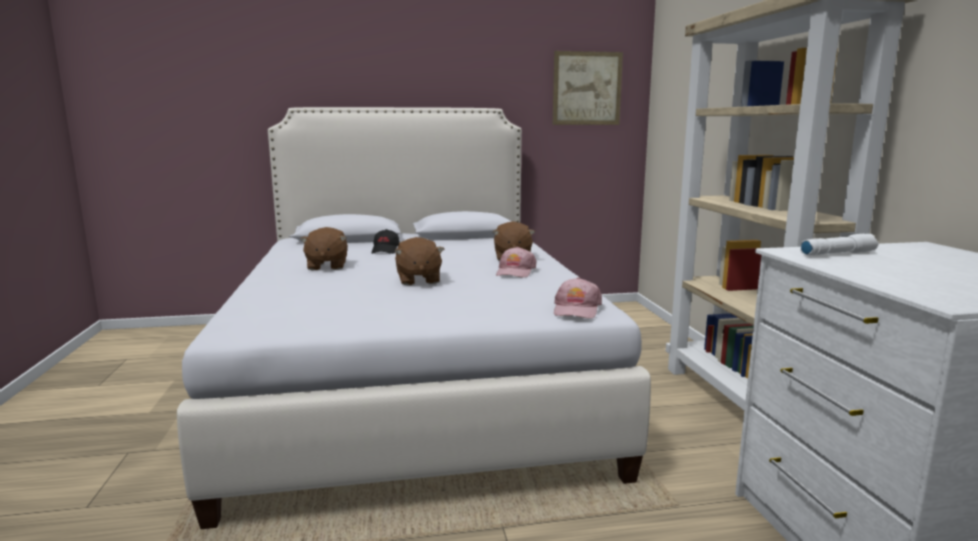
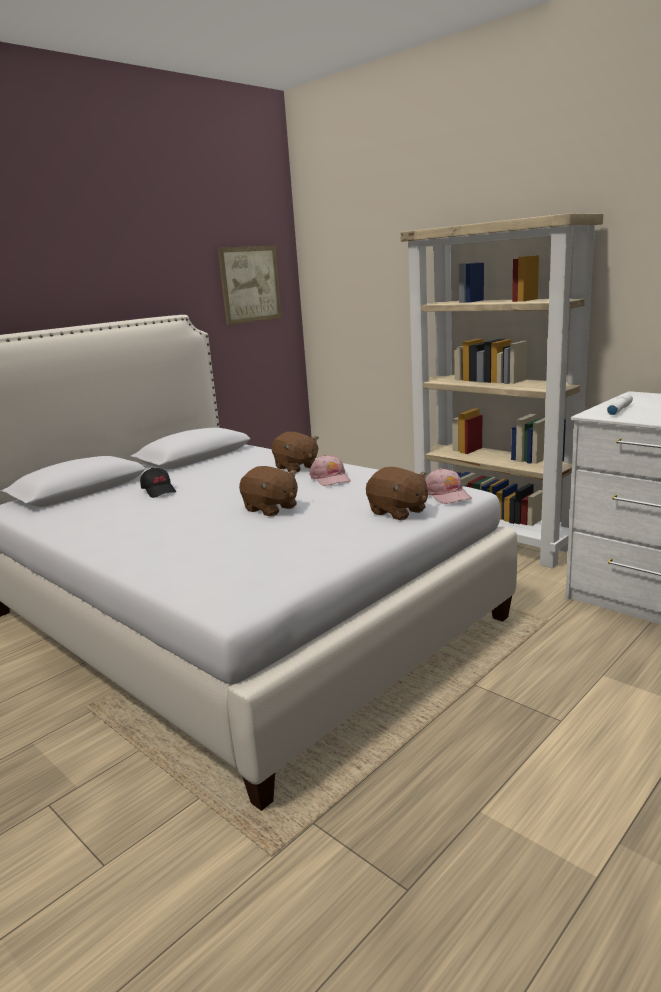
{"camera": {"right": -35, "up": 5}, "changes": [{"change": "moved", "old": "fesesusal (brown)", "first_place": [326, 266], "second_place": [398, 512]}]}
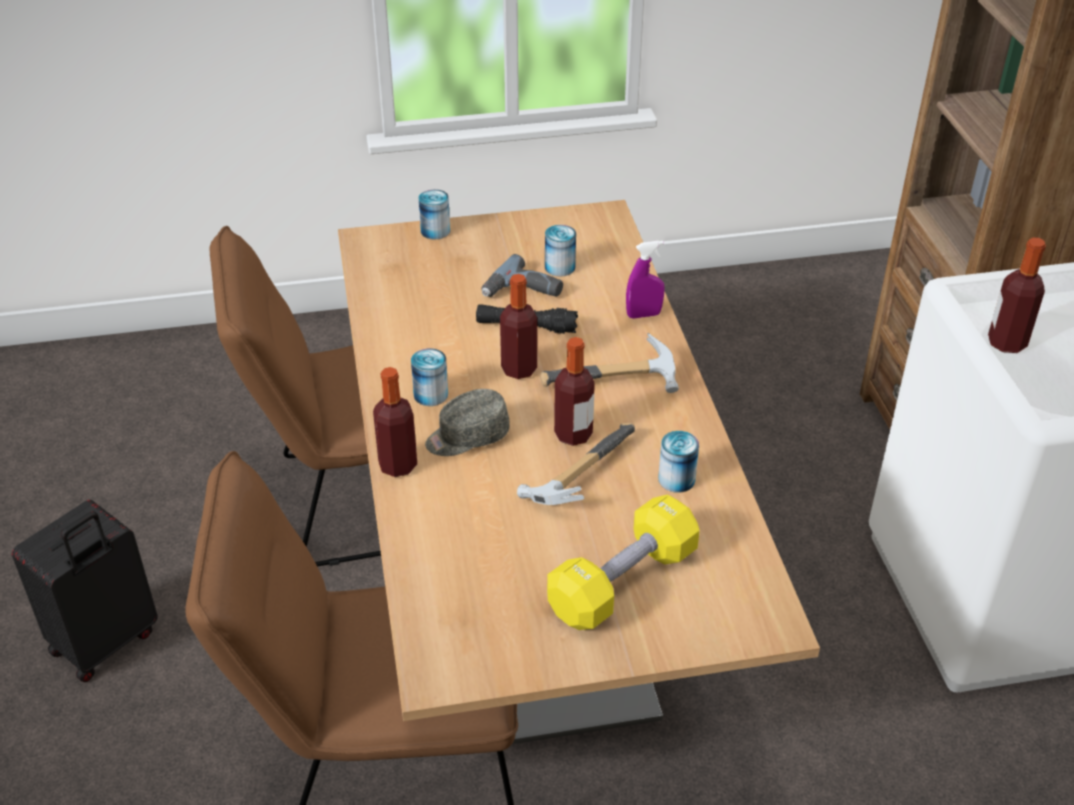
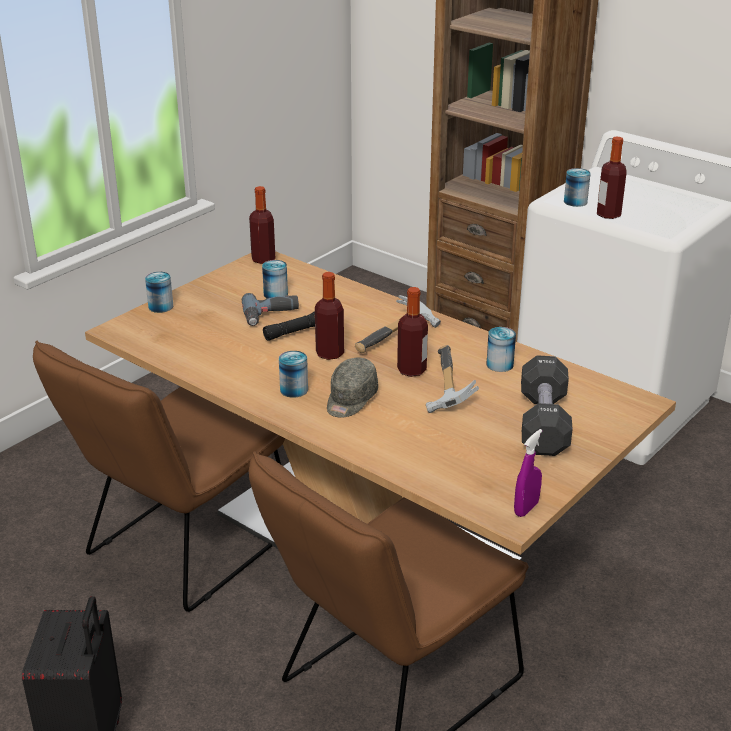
{"camera": {"right": -40, "up": -10}, "changes": [{"change": "moved", "old": "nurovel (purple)", "first_place": [643, 315], "second_place": [526, 509]}, {"change": "moved", "old": "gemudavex", "first_place": [398, 465], "second_place": [263, 259]}, {"change": "recoloured", "old": "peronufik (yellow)", "new": "peronufik (black)", "first_place": [622, 582], "second_place": [543, 423]}, {"change": "added", "new": "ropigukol", "second_place": [575, 202]}]}
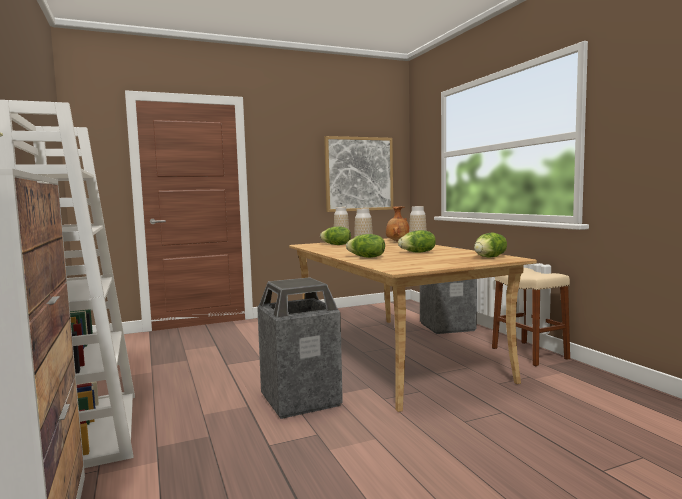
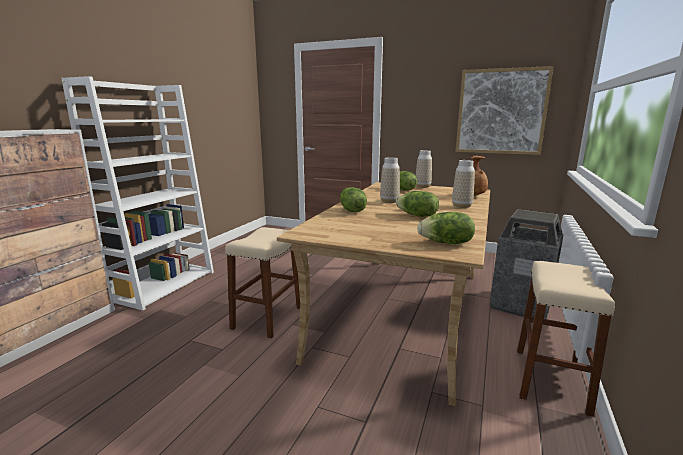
{"camera": {"right": 45, "up": 10}, "changes": [{"change": "replaced", "old": "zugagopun", "new": "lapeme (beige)", "first_place": [300, 400], "second_place": [267, 317]}]}
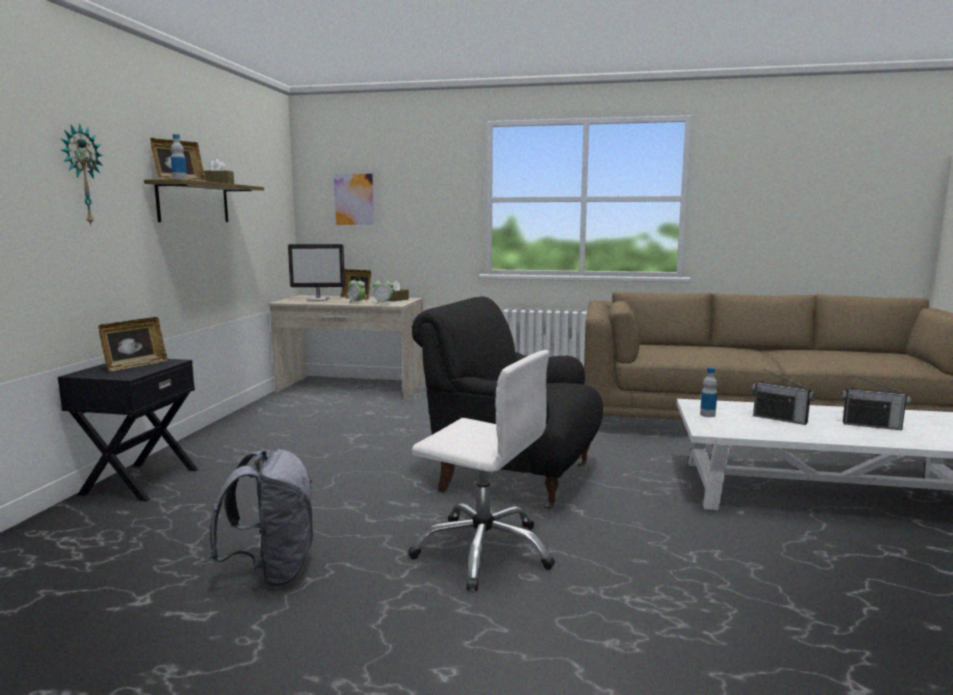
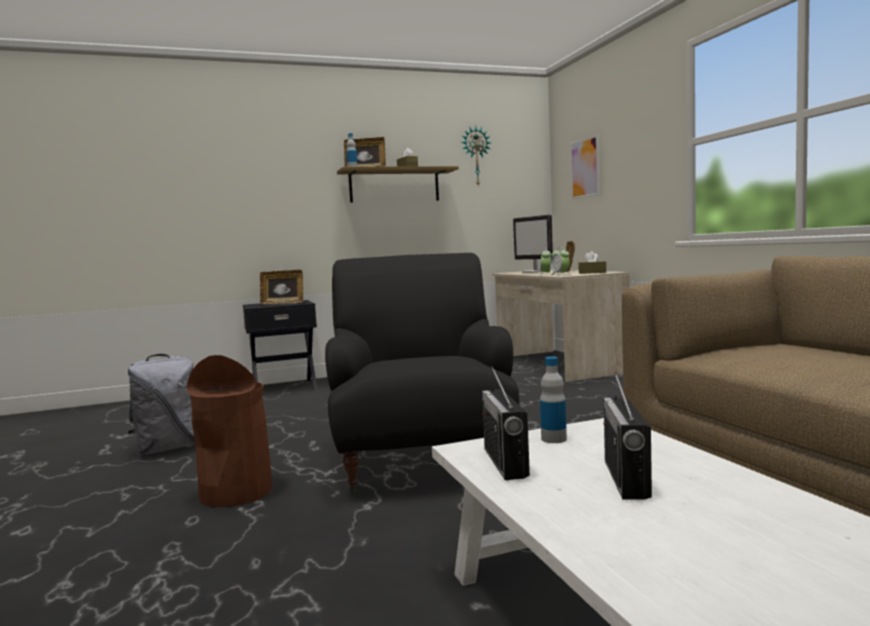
{"camera": {"right": 60, "up": -5}, "changes": [{"change": "moved", "old": "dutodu", "first_place": [81, 175], "second_place": [475, 156]}, {"change": "replaced", "old": "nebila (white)", "new": "zugagopun (brown)", "first_place": [484, 551], "second_place": [236, 492]}, {"change": "moved", "old": "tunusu", "first_place": [871, 425], "second_place": [505, 462]}]}
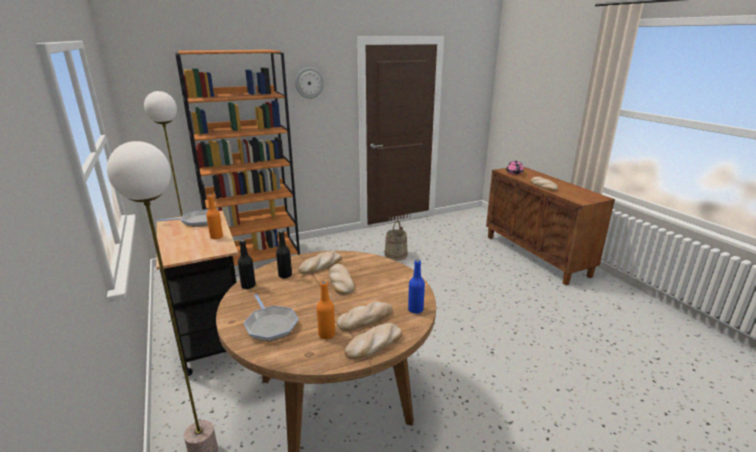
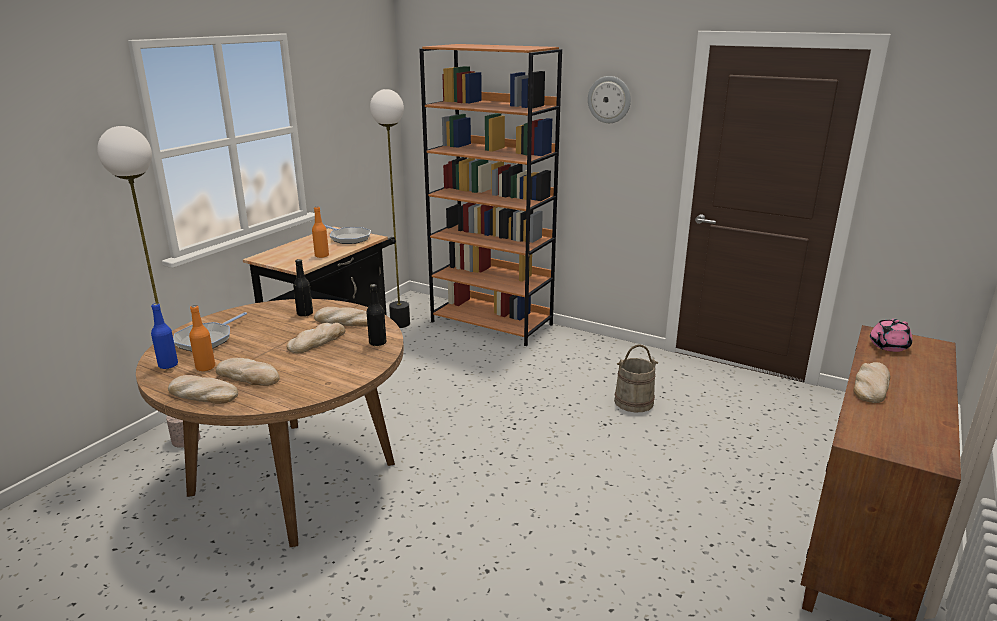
{"camera": {"right": 55, "up": 0}, "changes": [{"change": "moved", "old": "gemudavex (black)", "first_place": [248, 286], "second_place": [377, 343]}, {"change": "moved", "old": "gemudavex (blue)", "first_place": [415, 309], "second_place": [168, 365]}]}
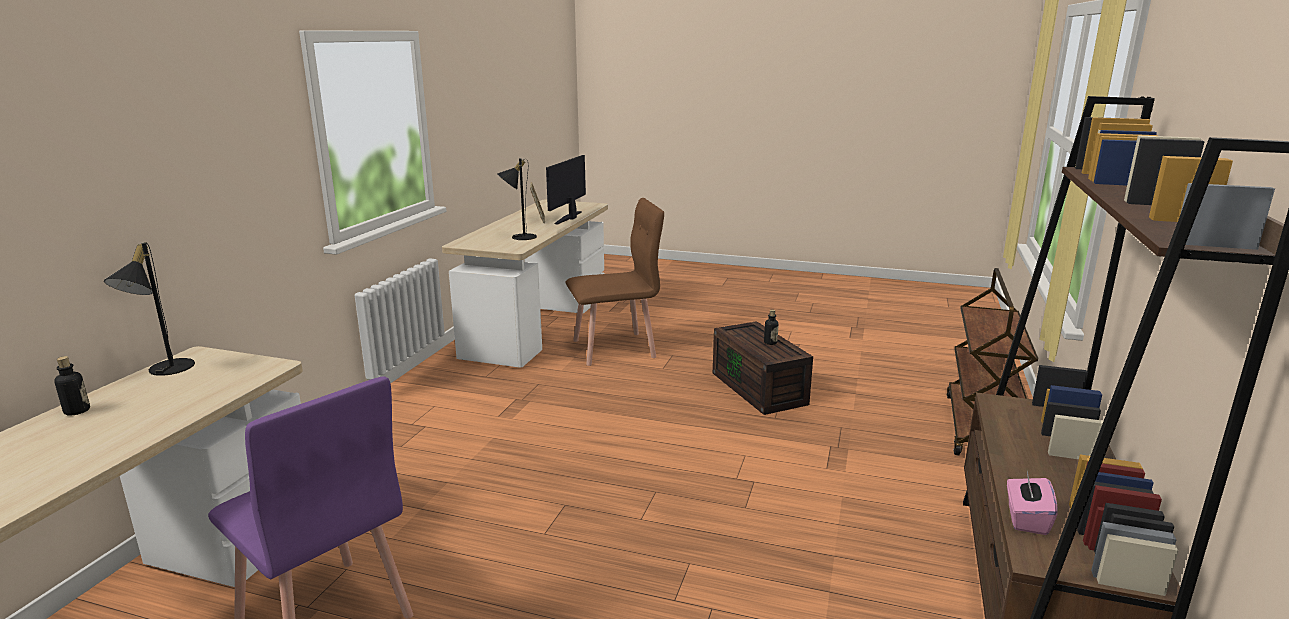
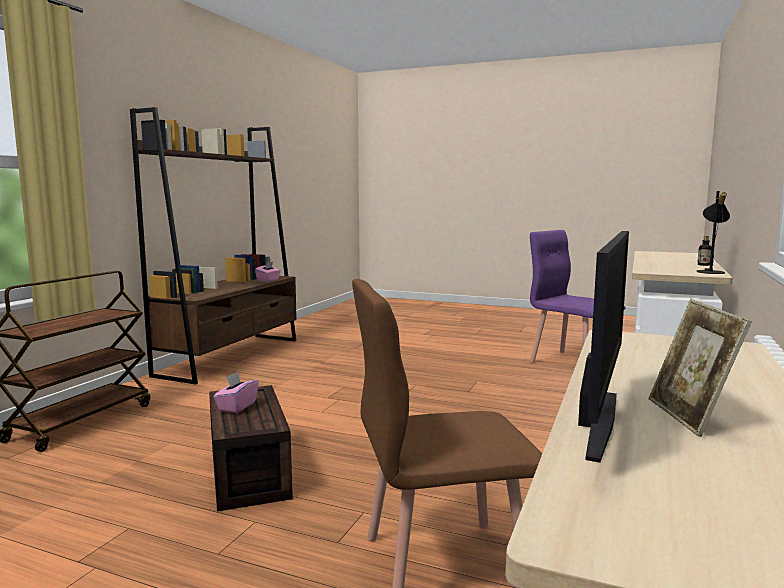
{"camera": {"right": -175, "up": -10}, "changes": [{"change": "removed", "old": "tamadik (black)", "first_place": [519, 237]}, {"change": "replaced", "old": "gemudavex", "new": "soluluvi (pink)", "first_place": [770, 342], "second_place": [237, 406]}]}
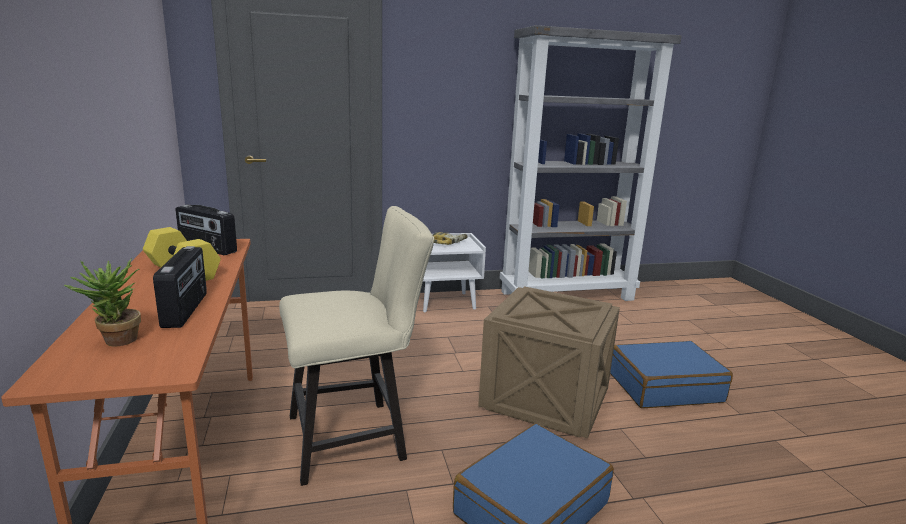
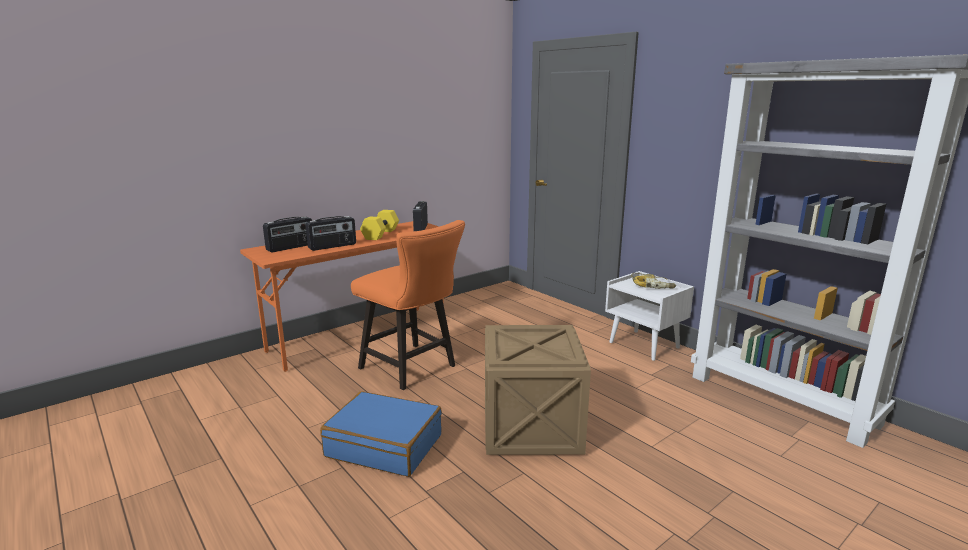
{"camera": {"right": 65, "up": 0}, "changes": [{"change": "recoloured", "old": "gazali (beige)", "new": "gazali (orange)", "first_place": [356, 437], "second_place": [413, 369]}, {"change": "replaced", "old": "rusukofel", "new": "tunusu", "first_place": [115, 342], "second_place": [291, 247]}, {"change": "removed", "old": "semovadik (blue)", "first_place": [664, 387]}]}
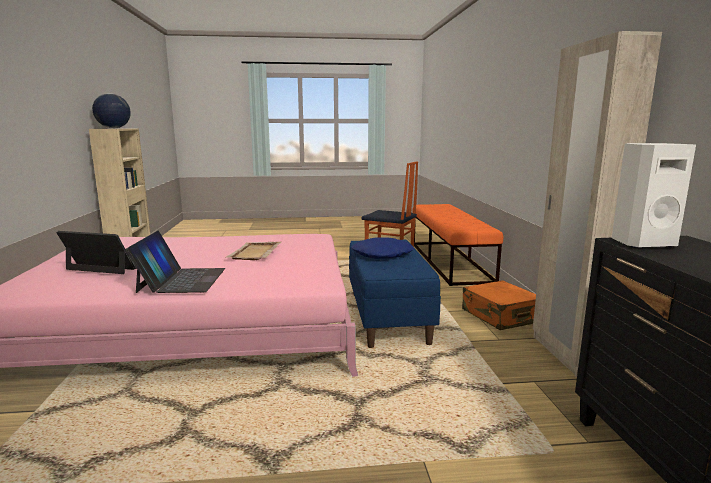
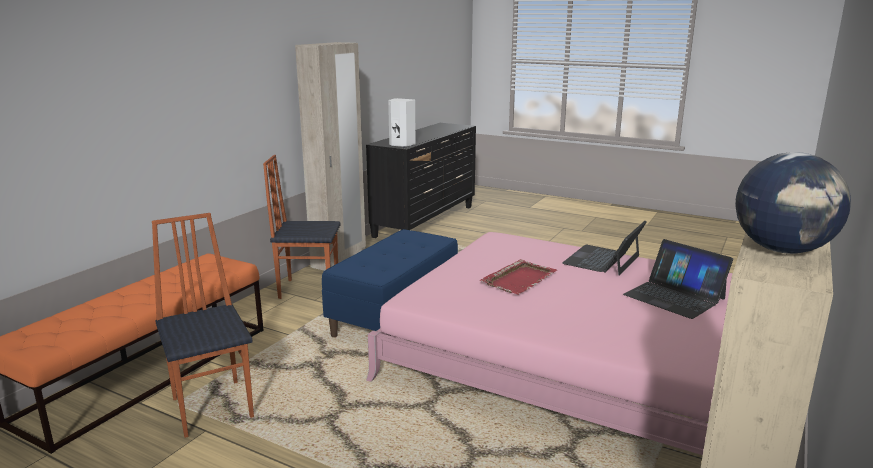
{"camera": {"right": -145, "up": 5}, "changes": [{"change": "removed", "old": "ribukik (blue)", "first_place": [382, 254]}, {"change": "recoloured", "old": "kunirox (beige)", "new": "kunirox (red)", "first_place": [254, 253], "second_place": [519, 279]}, {"change": "replaced", "old": "semovadik (orange)", "new": "gazali", "first_place": [500, 316], "second_place": [308, 289]}]}
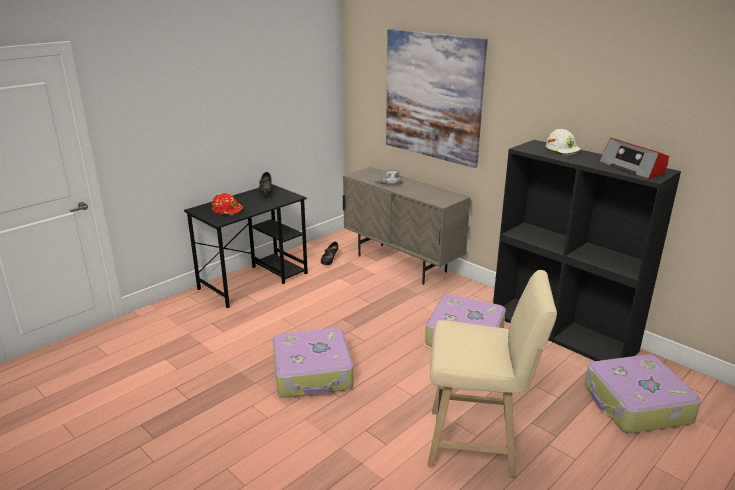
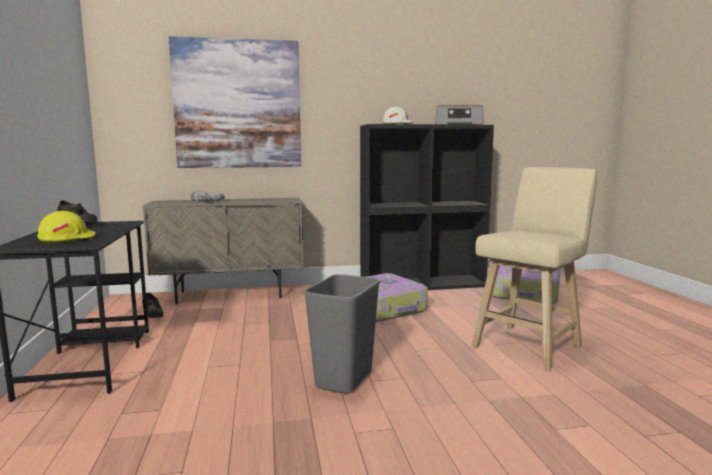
{"camera": {"right": -55, "up": -15}, "changes": [{"change": "recoloured", "old": "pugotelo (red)", "new": "pugotelo (yellow)", "first_place": [227, 210], "second_place": [68, 239]}, {"change": "replaced", "old": "semovadik", "new": "zugagopun (grey)", "first_place": [313, 373], "second_place": [343, 379]}]}
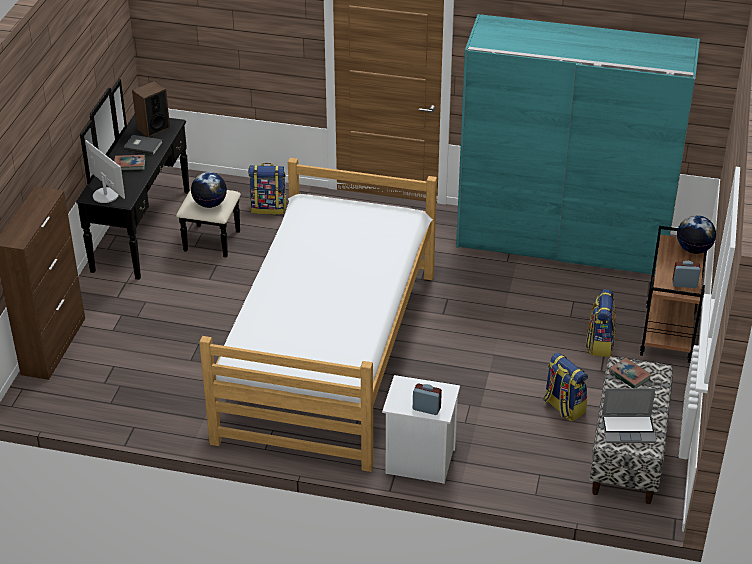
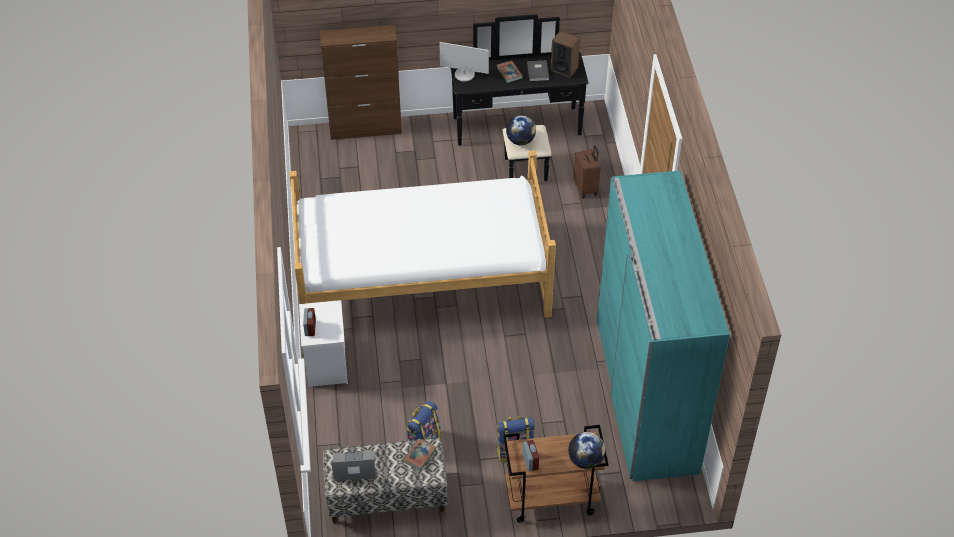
{"camera": {"right": 70, "up": 10}, "changes": [{"change": "turned", "old": "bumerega", "first_place": [106, 195], "second_place": [464, 74], "degrees": 75}, {"change": "replaced", "old": "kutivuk", "new": "semovadik (brown)", "first_place": [269, 208], "second_place": [586, 188]}, {"change": "turned", "old": "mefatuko", "first_place": [629, 429], "second_place": [353, 467], "degrees": 105}]}
